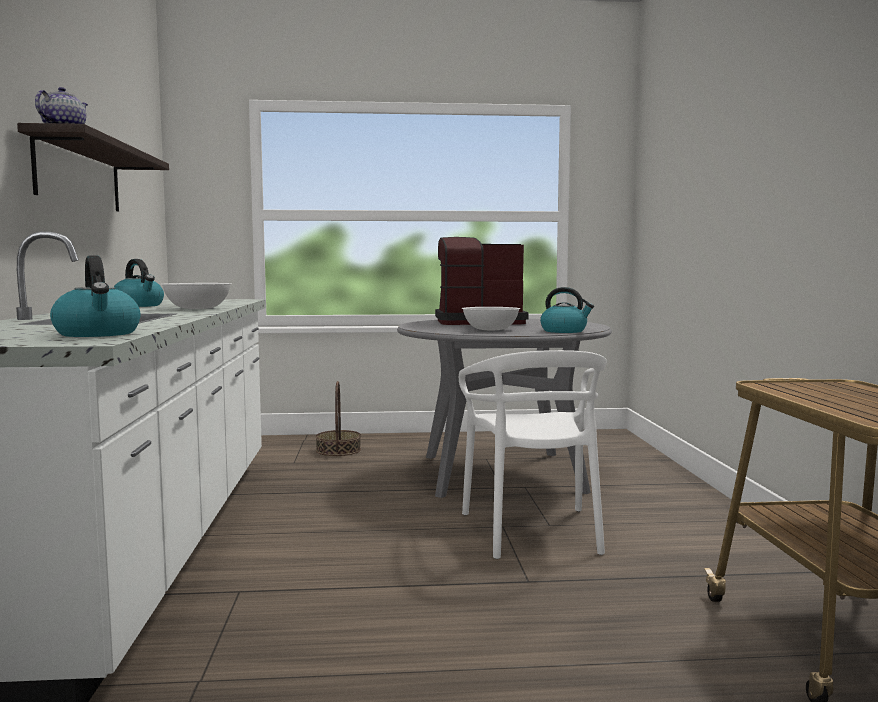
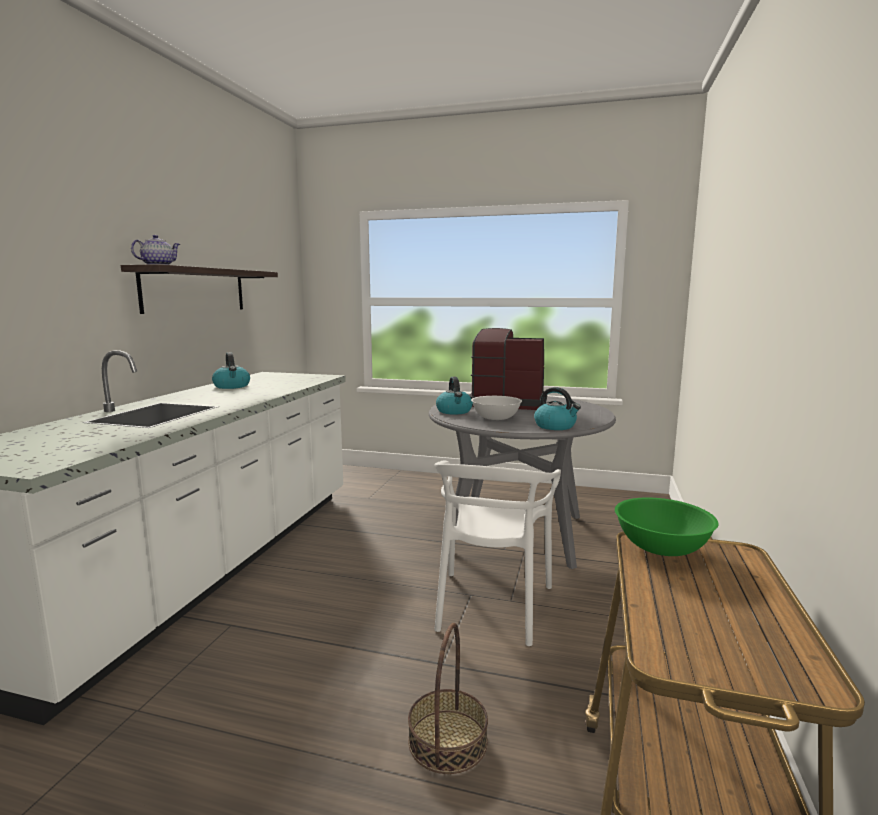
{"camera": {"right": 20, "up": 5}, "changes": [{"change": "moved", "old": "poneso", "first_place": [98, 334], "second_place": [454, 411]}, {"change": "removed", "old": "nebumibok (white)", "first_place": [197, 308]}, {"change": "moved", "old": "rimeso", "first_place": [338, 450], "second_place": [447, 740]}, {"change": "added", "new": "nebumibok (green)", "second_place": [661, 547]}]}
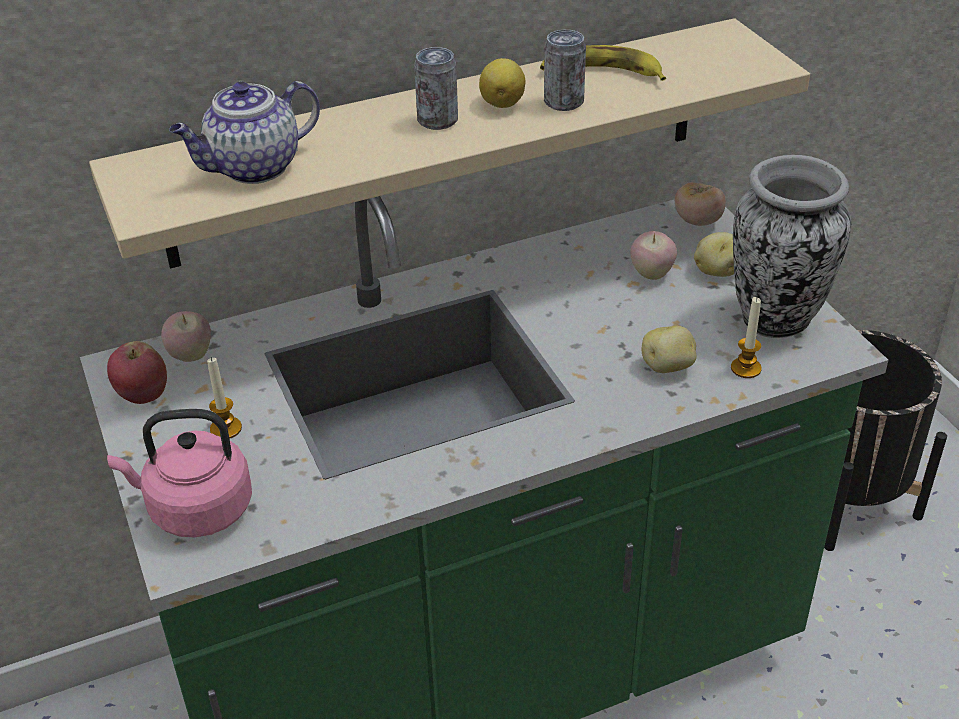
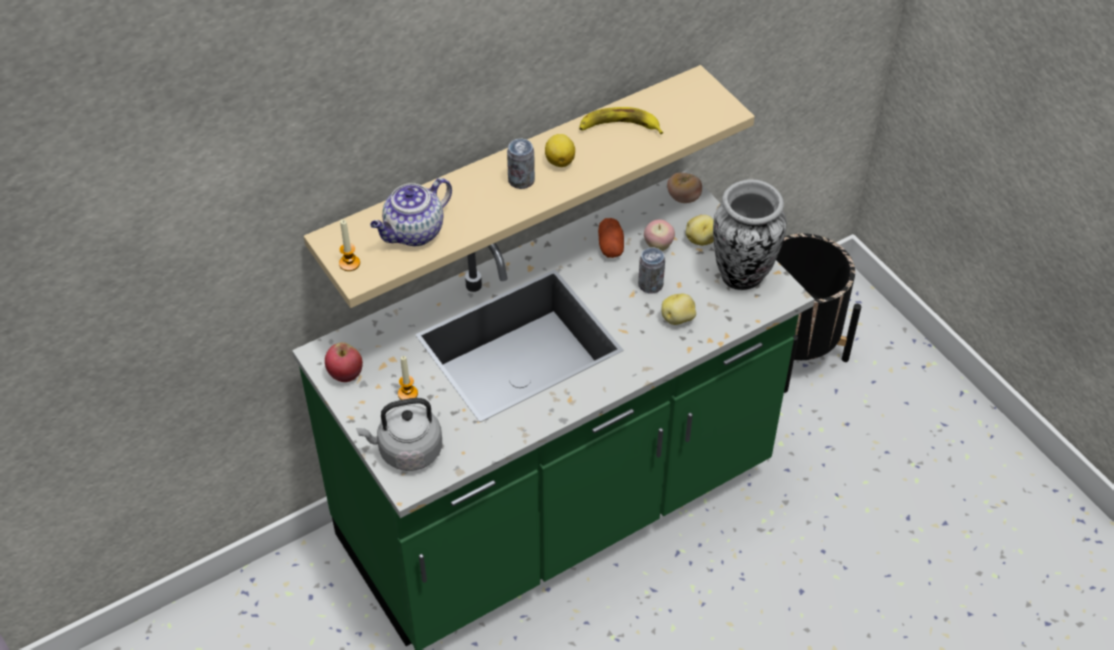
{"camera": {"right": -10, "up": 10}, "changes": [{"change": "moved", "old": "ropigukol", "first_place": [563, 102], "second_place": [650, 285]}, {"change": "moved", "old": "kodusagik", "first_place": [746, 368], "second_place": [349, 263]}, {"change": "removed", "old": "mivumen", "first_place": [191, 356]}, {"change": "recoloured", "old": "poneso (pink)", "new": "poneso (grey)", "first_place": [195, 509], "second_place": [407, 451]}, {"change": "added", "new": "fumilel", "second_place": [611, 246]}]}
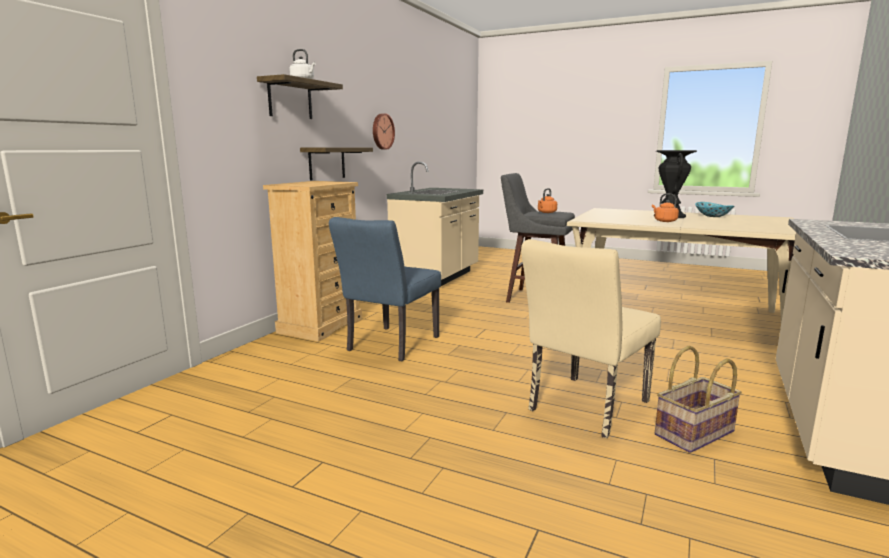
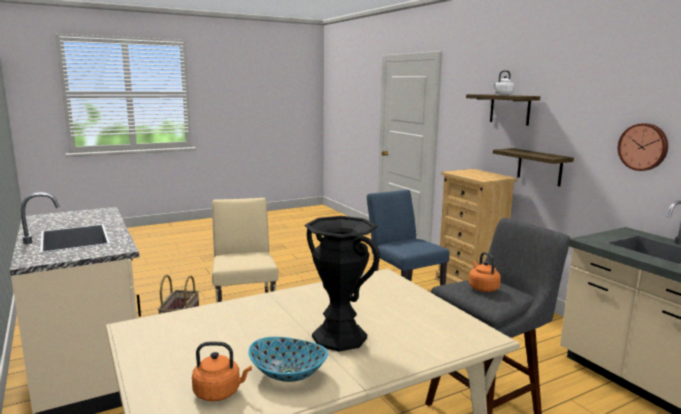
{"camera": {"right": 125, "up": 0}, "changes": [{"change": "moved", "old": "poneso (orange)", "first_place": [664, 221], "second_place": [220, 392]}]}
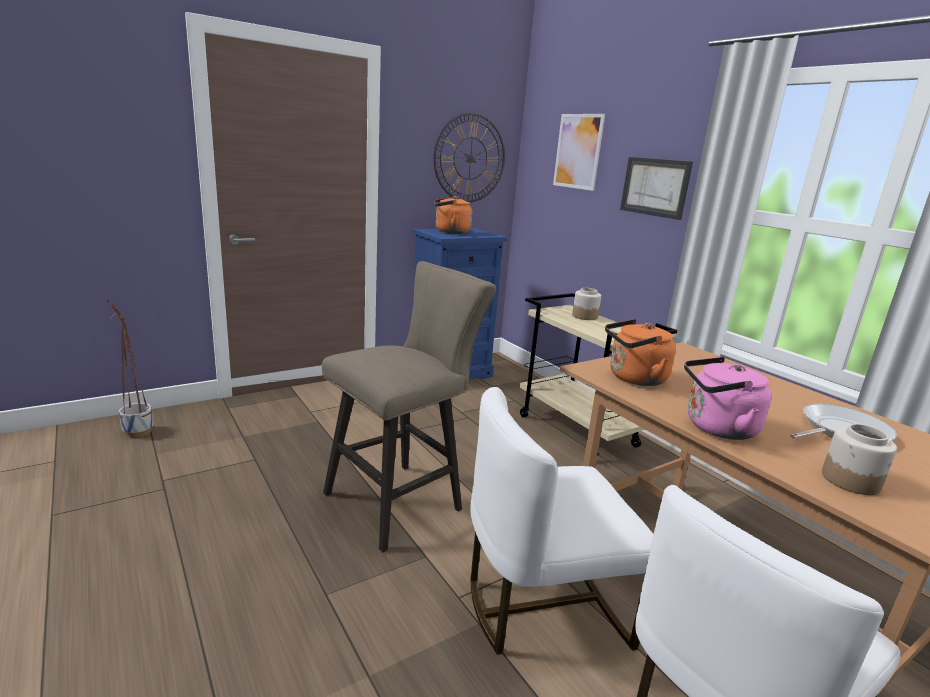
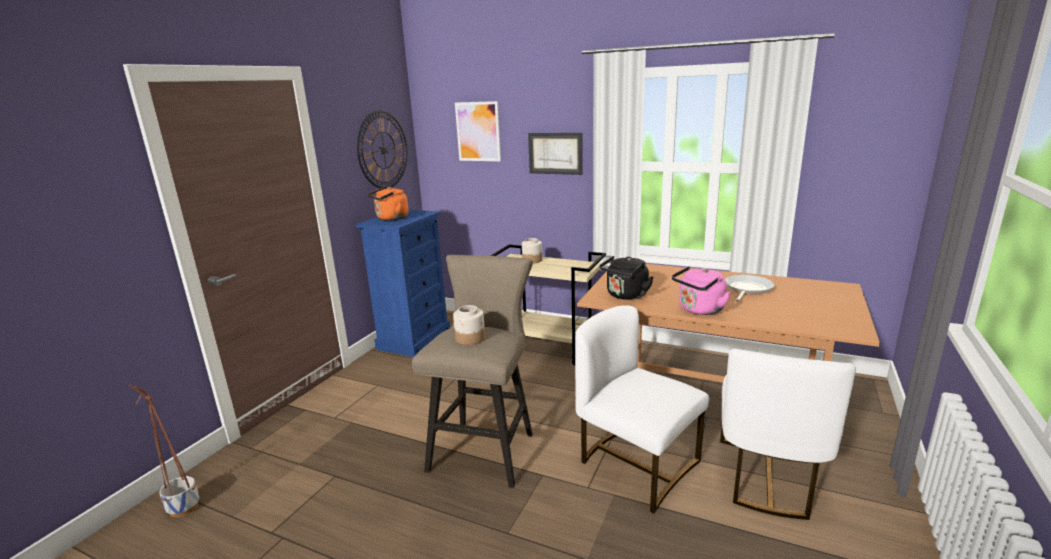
{"camera": {"right": -30, "up": 0}, "changes": [{"change": "recoloured", "old": "poneso (orange)", "new": "poneso (black)", "first_place": [634, 378], "second_place": [625, 295]}, {"change": "turned", "old": "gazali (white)", "first_place": [543, 605], "second_place": [636, 465], "degrees": 90}, {"change": "moved", "old": "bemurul", "first_place": [851, 481], "second_place": [470, 338]}]}
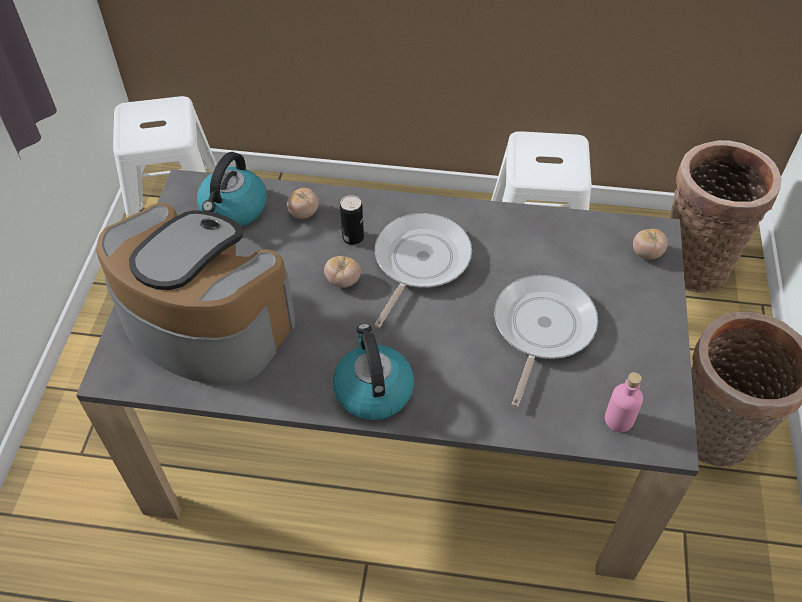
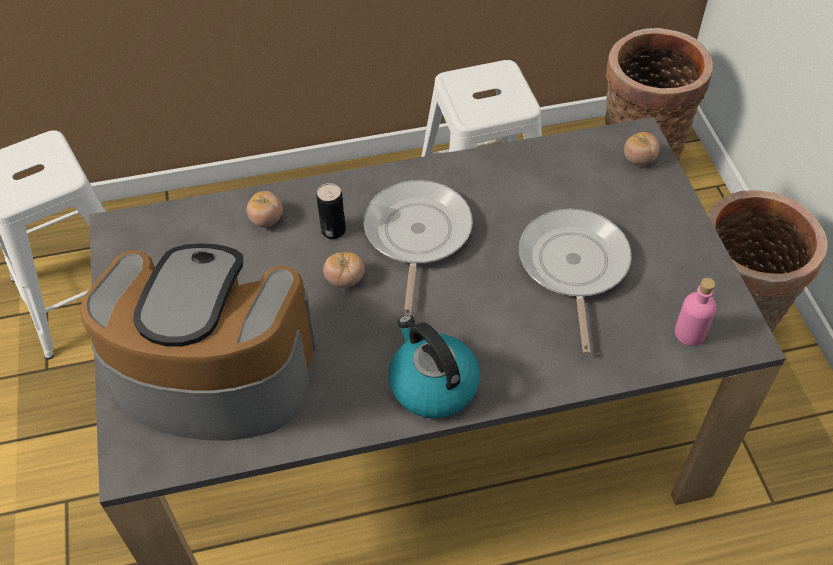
{"camera": {"right": -20, "up": 0}, "changes": [{"change": "removed", "old": "poneso", "first_place": [234, 209]}]}
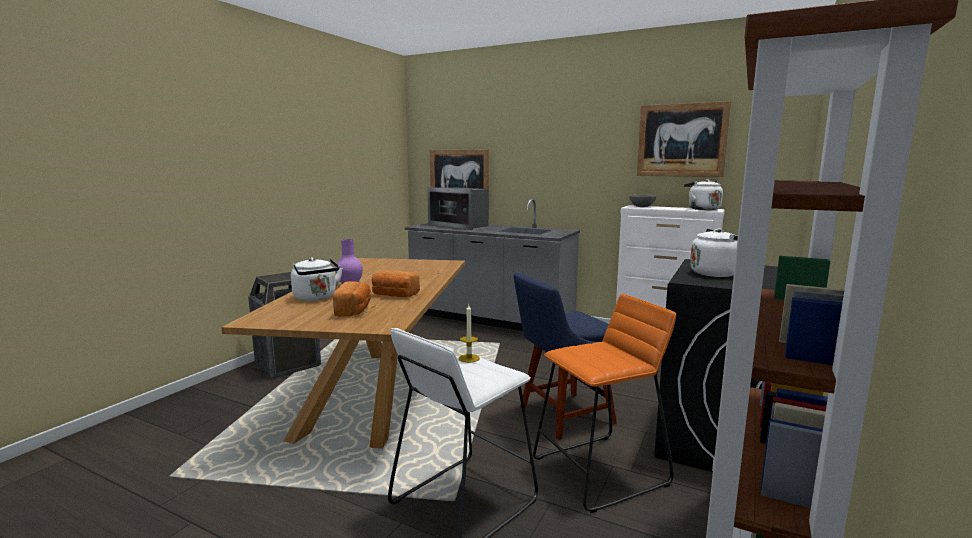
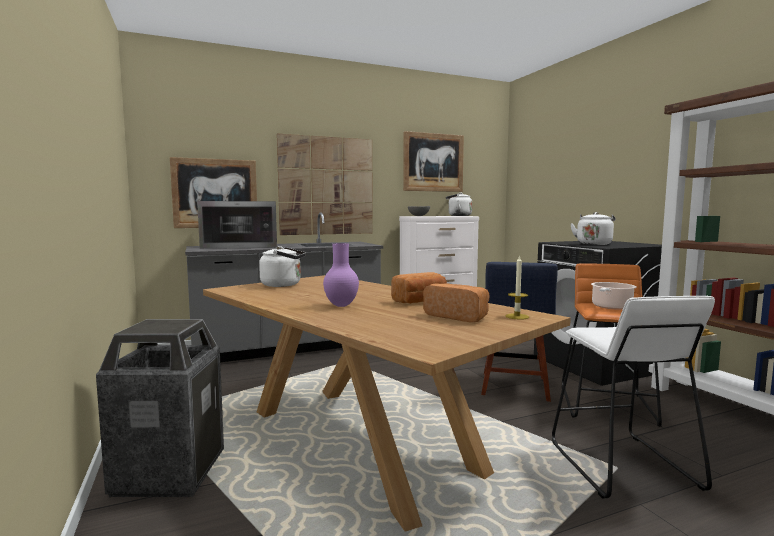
{"camera": {"right": -50, "up": -5}, "changes": [{"change": "moved", "old": "poneso (white)", "first_place": [316, 298], "second_place": [284, 285]}, {"change": "moved", "old": "kodusagik", "first_place": [469, 358], "second_place": [517, 316]}, {"change": "added", "new": "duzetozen", "second_place": [326, 186]}, {"change": "added", "new": "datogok", "second_place": [611, 307]}]}
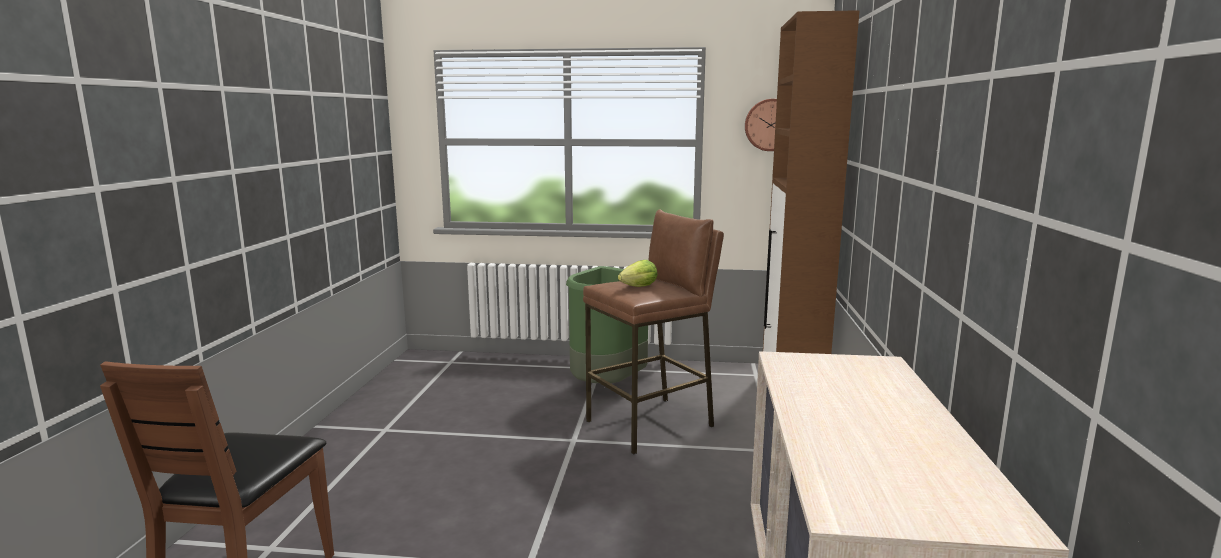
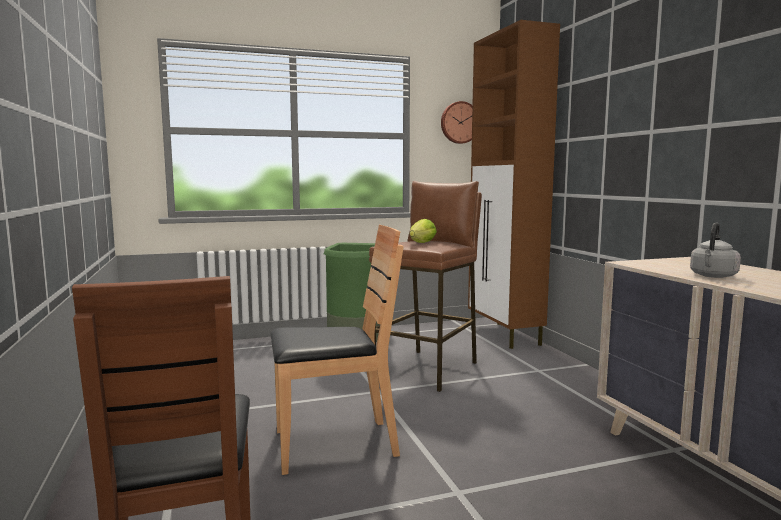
{"camera": {"right": -25, "up": -5}, "changes": [{"change": "added", "new": "poneso (grey)", "second_place": [712, 276]}, {"change": "added", "new": "gazali (brown)", "second_place": [334, 445]}]}
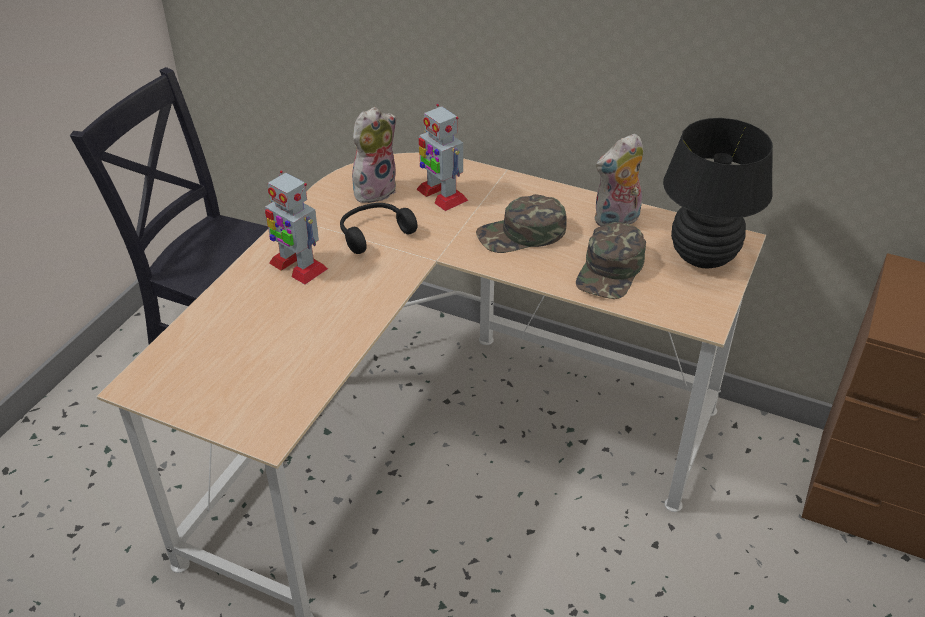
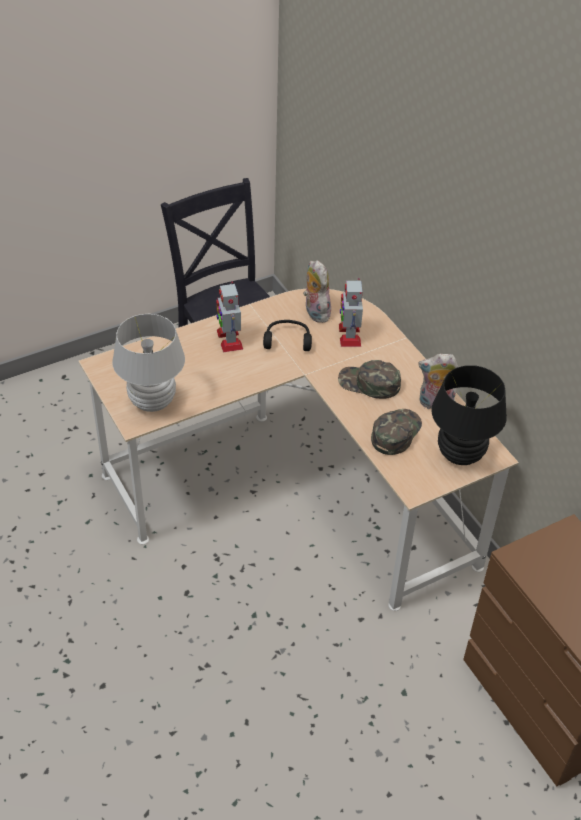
{"camera": {"right": 35, "up": 5}, "changes": [{"change": "turned", "old": "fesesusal", "first_place": [374, 189], "second_place": [315, 312], "degrees": -105}, {"change": "turned", "old": "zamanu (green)", "first_place": [611, 270], "second_place": [395, 432], "degrees": 150}, {"change": "added", "new": "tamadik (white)", "second_place": [152, 401]}]}
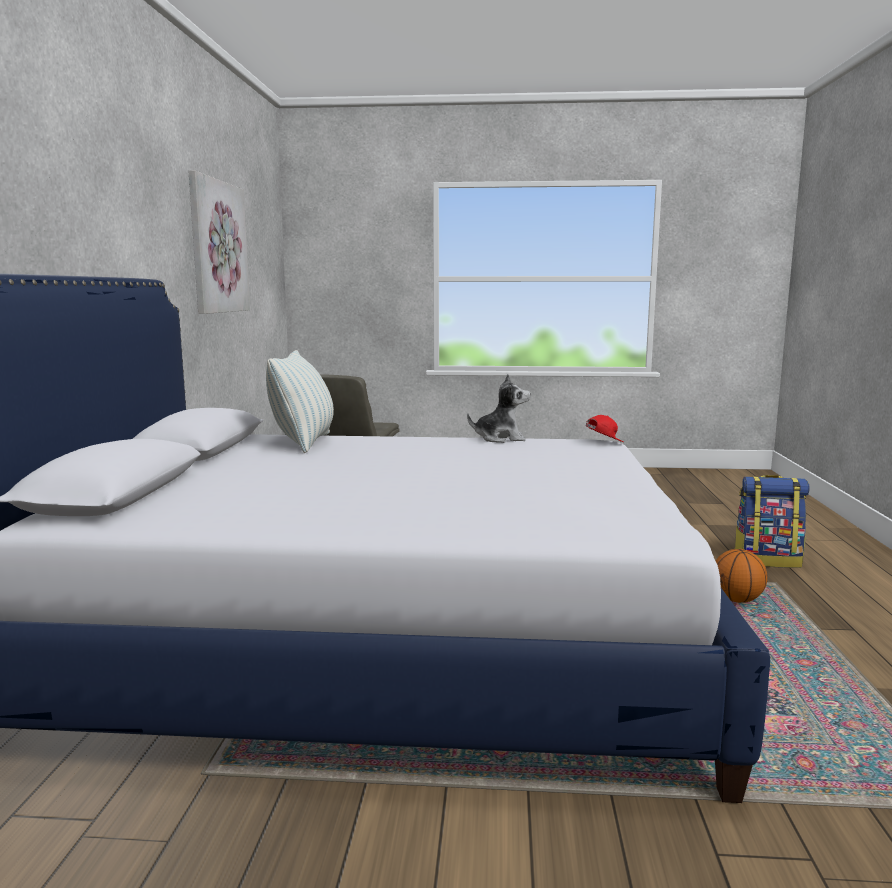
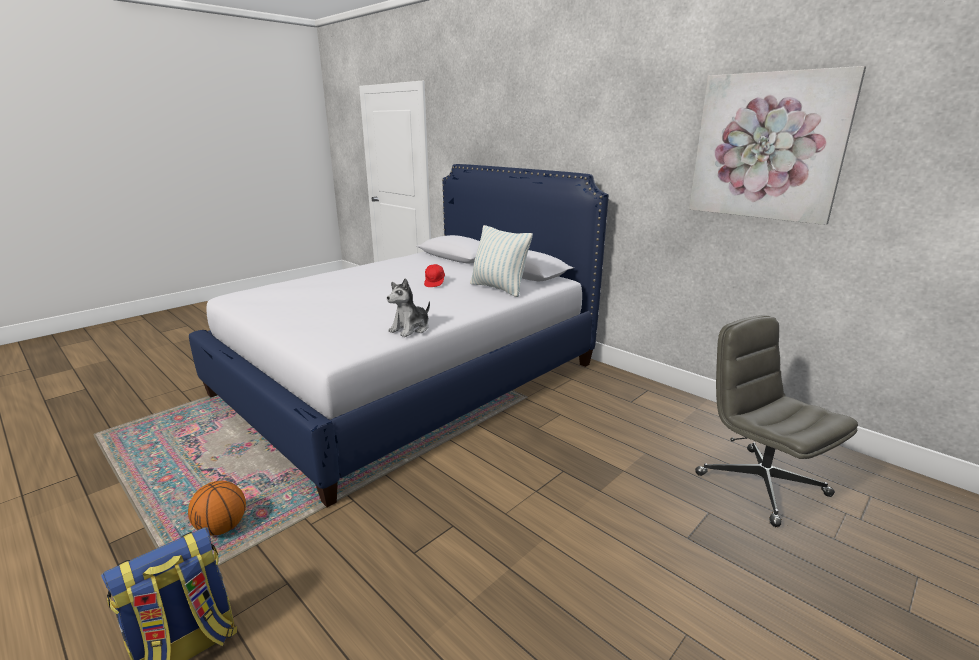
{"camera": {"right": 130, "up": 10}, "changes": [{"change": "moved", "old": "zamanu (red)", "first_place": [602, 443], "second_place": [435, 283]}]}
